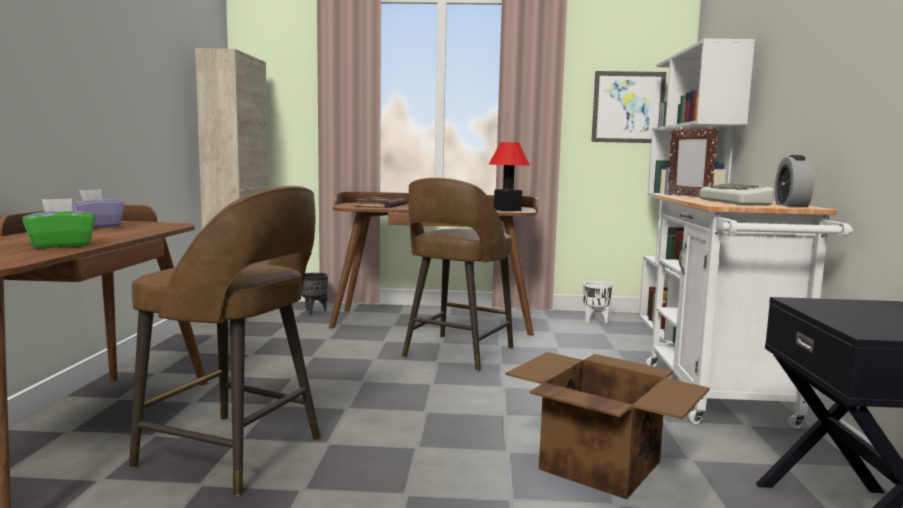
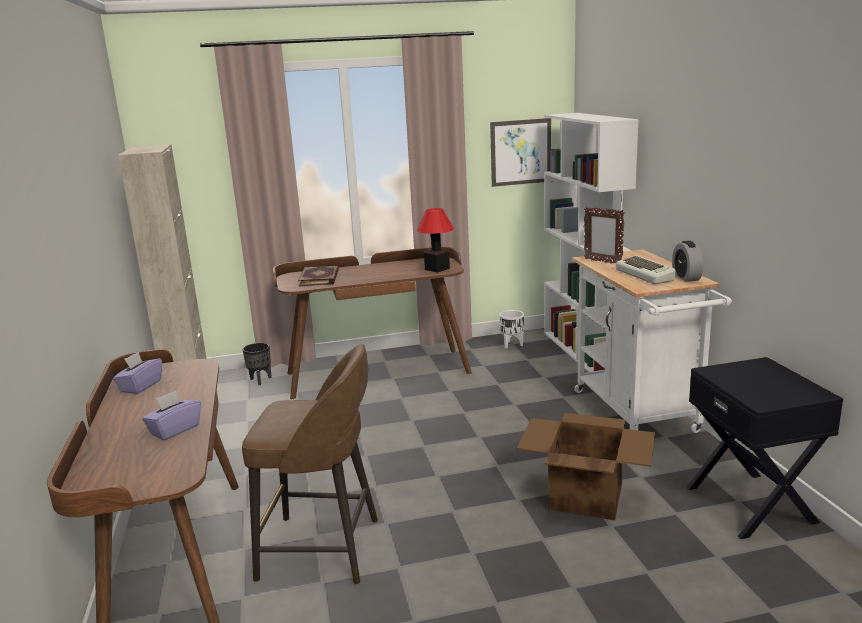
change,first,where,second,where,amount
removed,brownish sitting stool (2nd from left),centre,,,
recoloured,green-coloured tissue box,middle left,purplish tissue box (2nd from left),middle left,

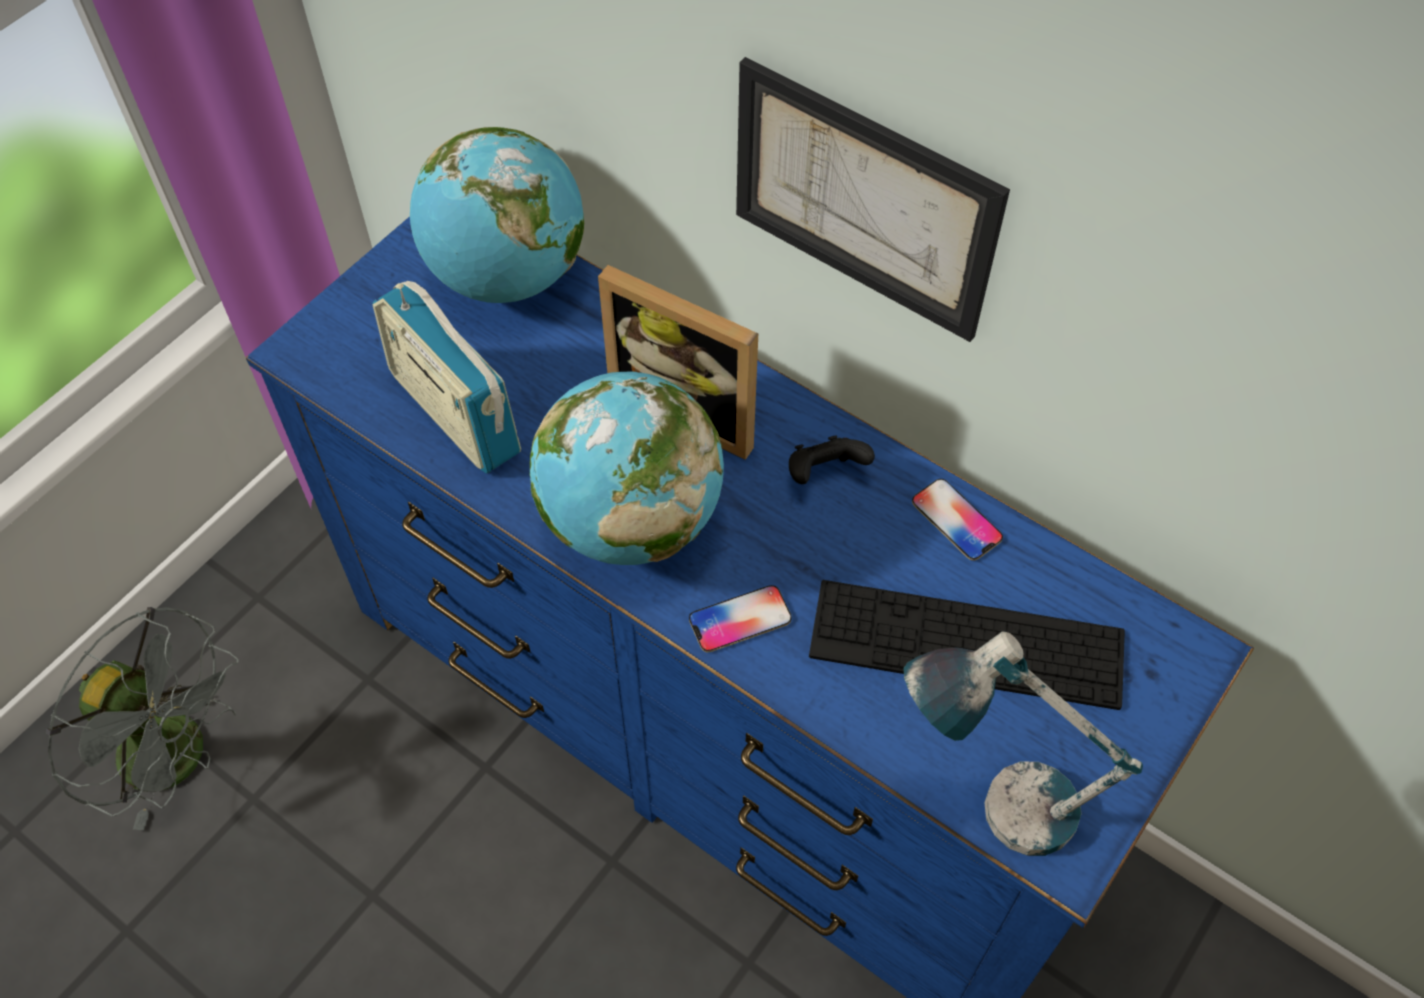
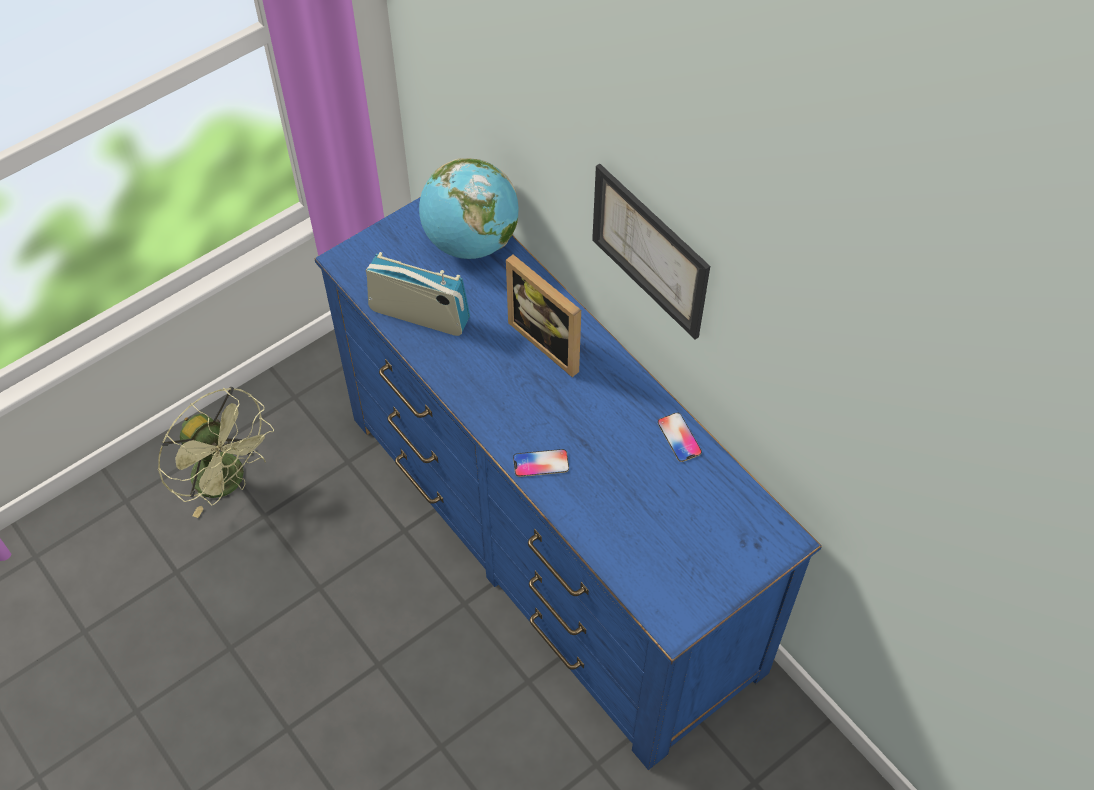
change,first,where,second,where,amount
turned,radio set,middle left,,centre,135 degrees clockwise
removed,world globe (2nd from left),centre,,,
removed,black-coloured gamepad,centre,,,
removed,keyboard,middle right,,,
recoloured,greyish fan,bottom left,green-coloured fan,middle left,
removed,tabletop lamp,bottom right,,,

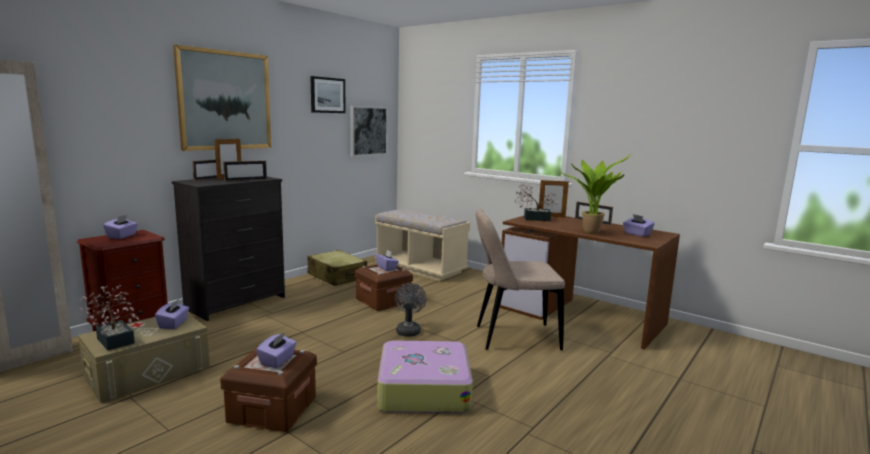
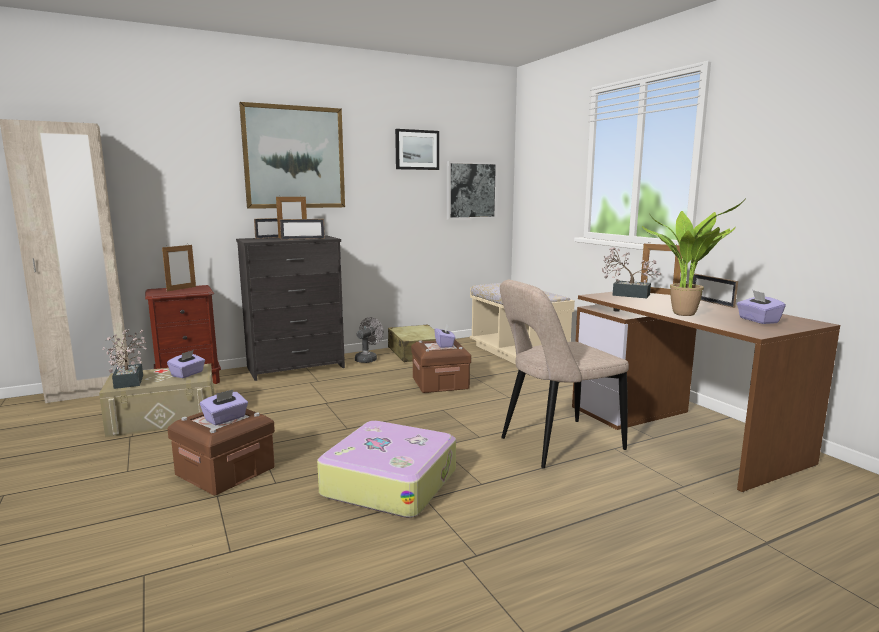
change,first,where,second,where,amount
turned,sand-coloured chair,centre,,centre,45 degrees counterclockwise
replaced,purplish tissue box (1st from left),middle left,picture frame (1st from left),middle left,
moved,greyish fan,bottom centre,,centre,

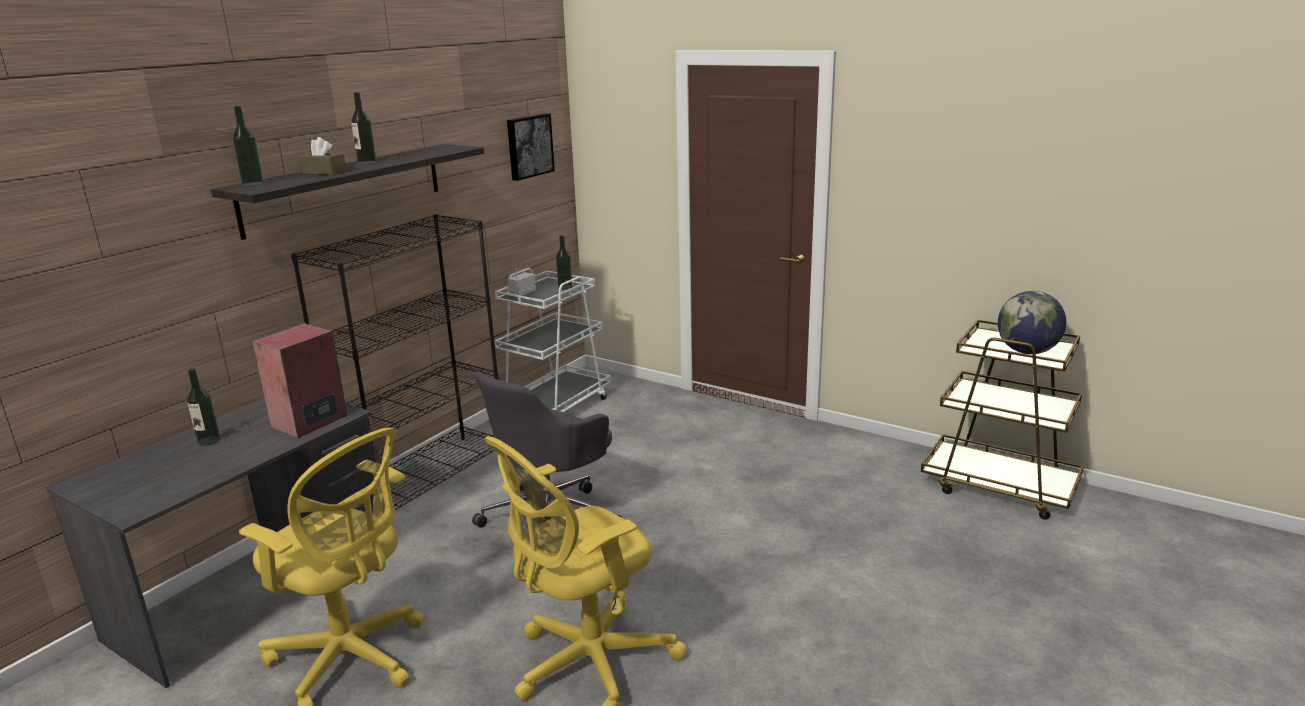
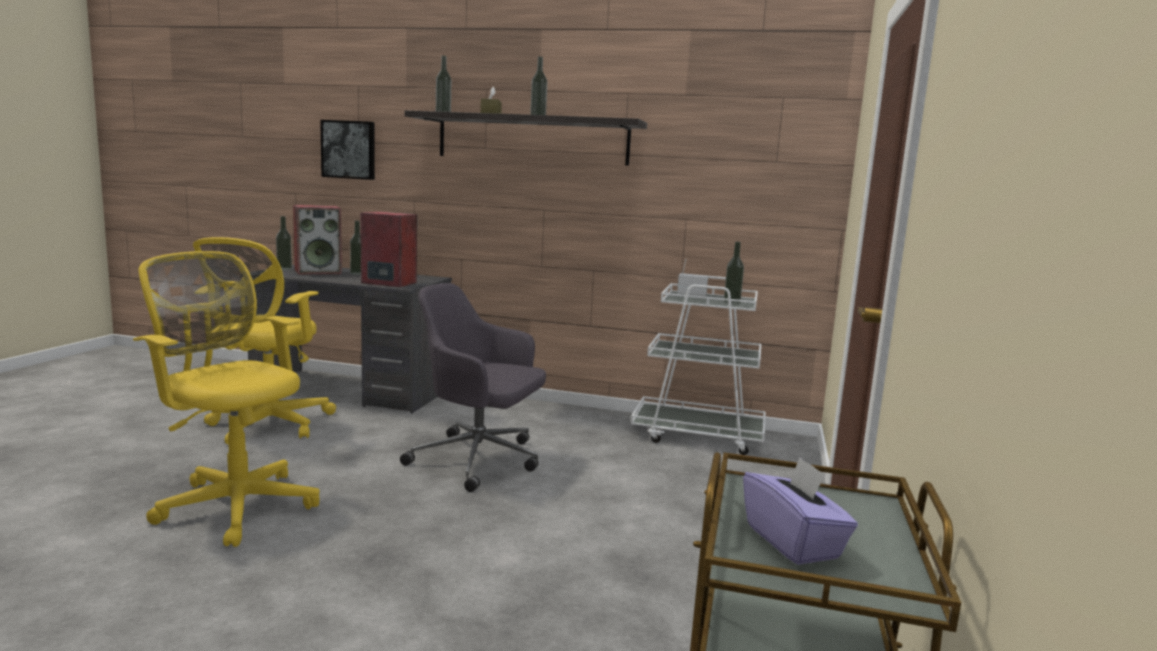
change,first,where,second,where,amount
moved,wall picture,top centre,,top left,
removed,black-coloured bookshelf,middle left,,,
replaced,world globe,middle right,purplish tissue box,bottom right,
added,,,loudspeaker (1st from left),middle left,
added,,,bottle (1st from left),middle left,

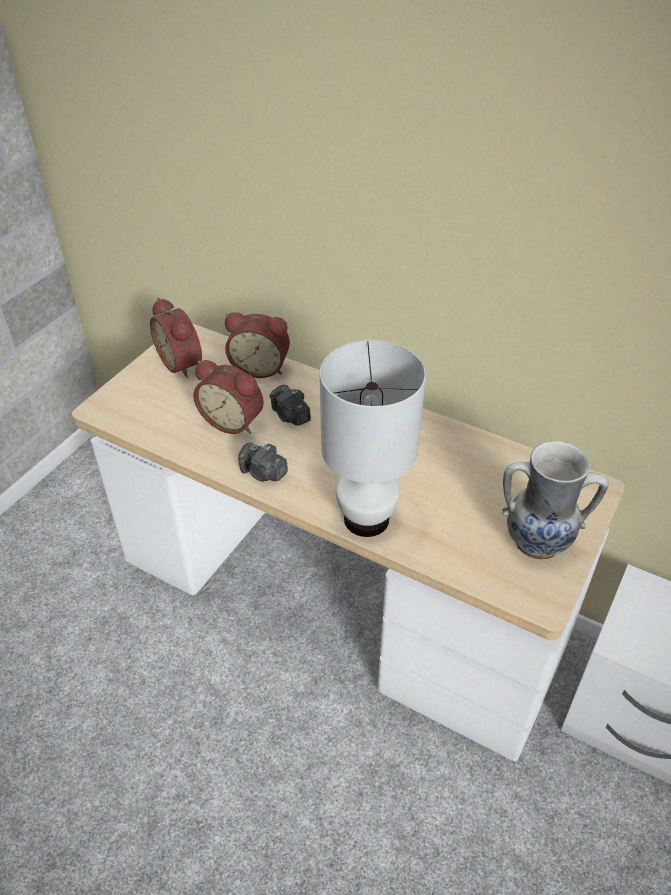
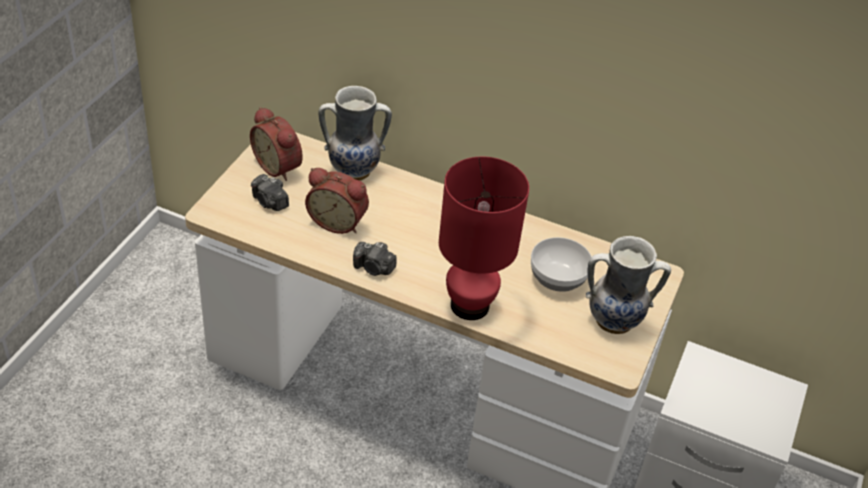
change,first,where,second,where,amount
replaced,table clock (3rd from left),centre,vase (1st from left),top centre,
recoloured,white tabletop lamp,centre,red-coloured tabletop lamp,centre,
moved,photo camera (2nd from left in the first image),centre,photo camera (1st from left),middle left,
added,,,bowl,centre,

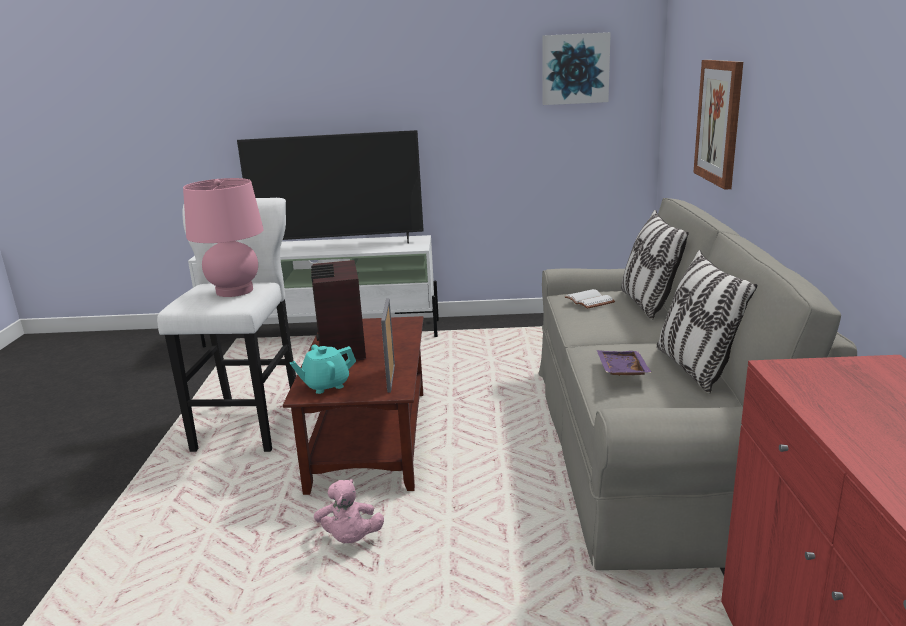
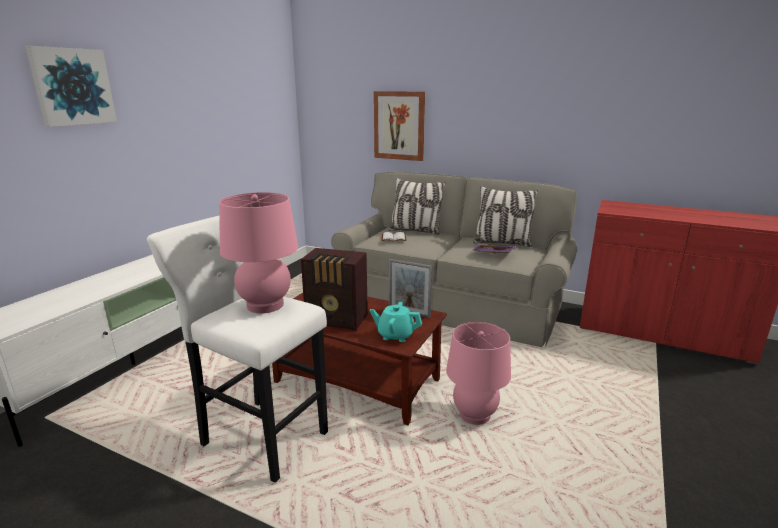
change,first,where,second,where,amount
moved,wall picture (1st from left),top centre,,top left,
removed,television,top centre,,,
turned,blue-green teapot,centre,,centre,105 degrees clockwise
replaced,pinkish cuddly toy,bottom centre,pinkish tabletop lamp (2nd from left),bottom centre,

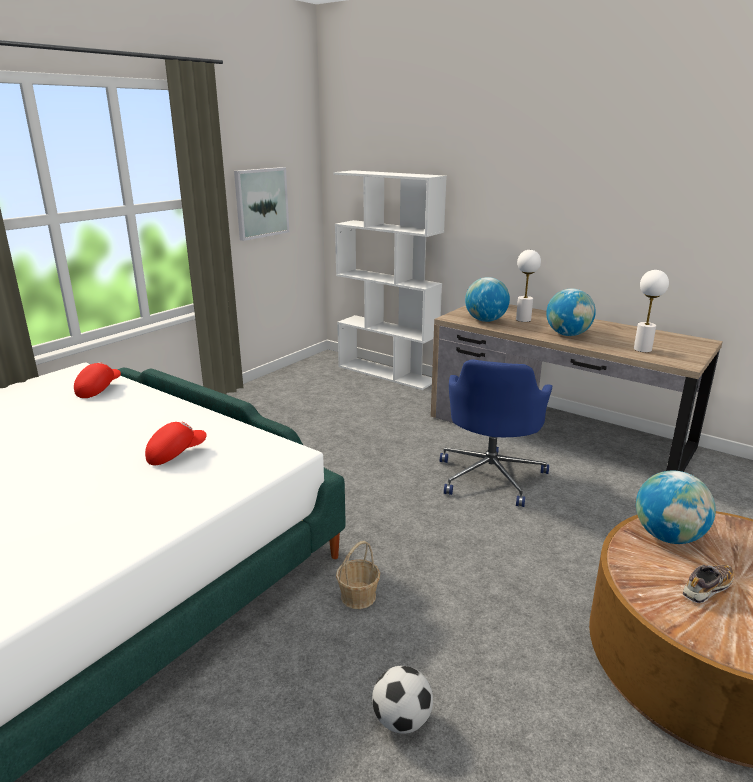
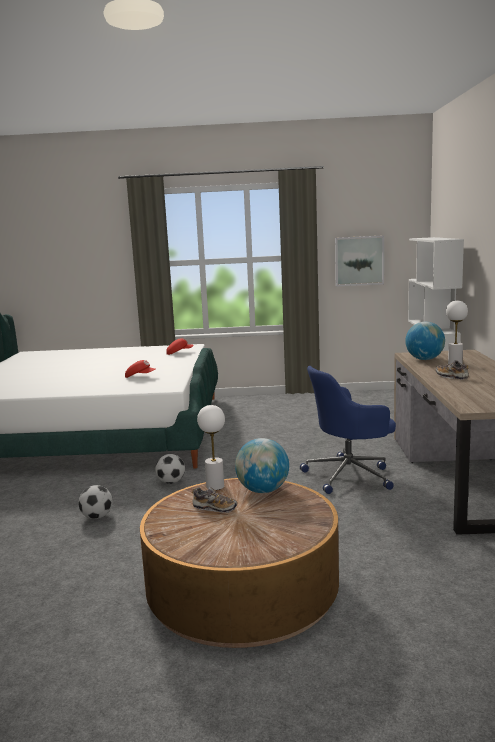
change,first,where,second,where,amount
moved,white tabletop lamp (2nd from left in the first image),middle right,white tabletop lamp (1st from left),centre,
replaced,world globe (2nd from left),middle right,shoe (2nd from left),middle right,
replaced,basket,bottom centre,football ball (2nd from left),centre,

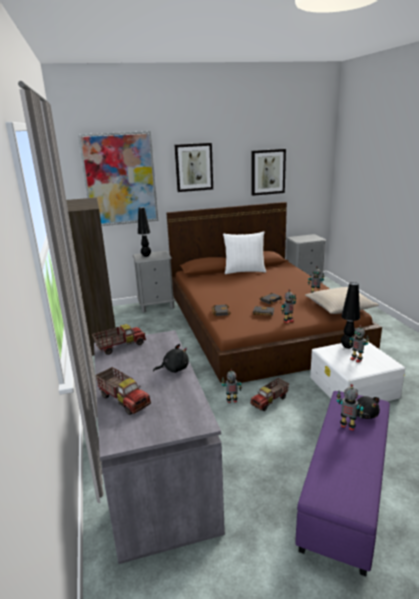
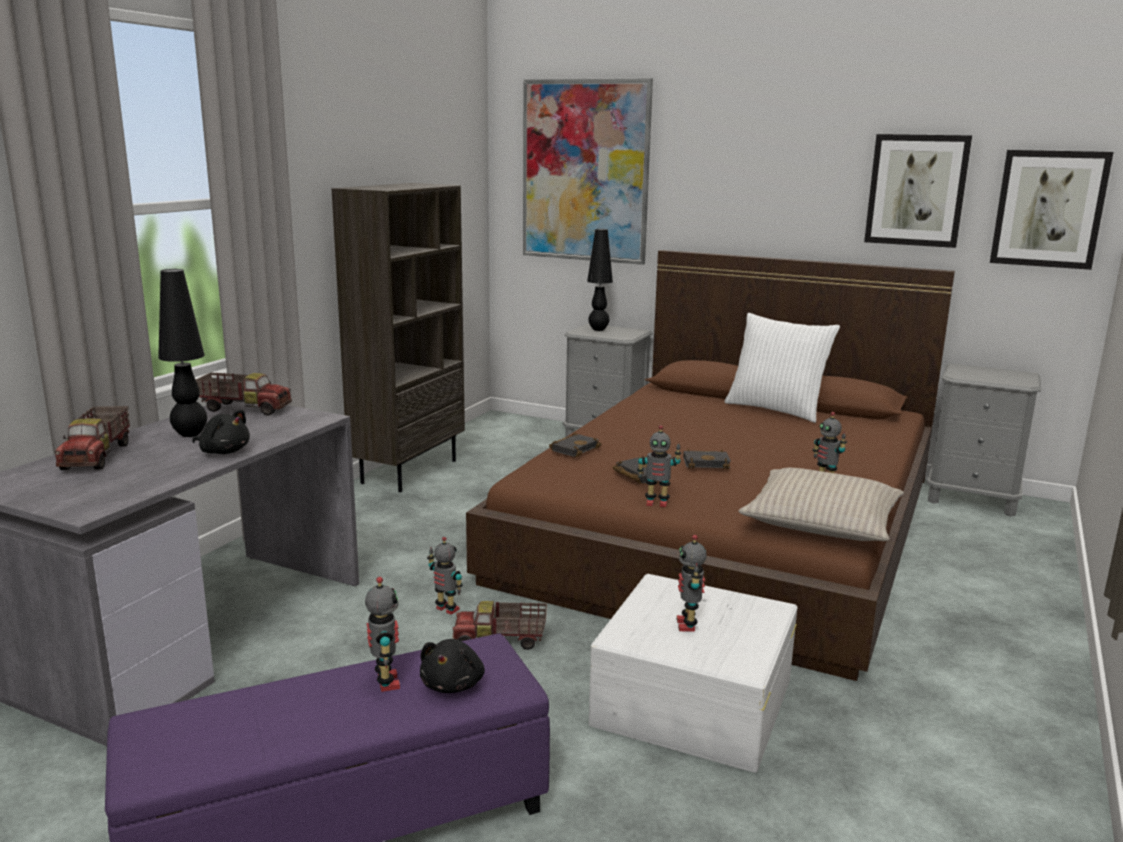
change,first,where,second,where,amount
moved,wall picture (2nd from left in the first image),top centre,wall picture (3rd from left),top right,
moved,black-coloured tabletop lamp (2nd from left in the first image),middle right,black-coloured tabletop lamp (1st from left),middle left,

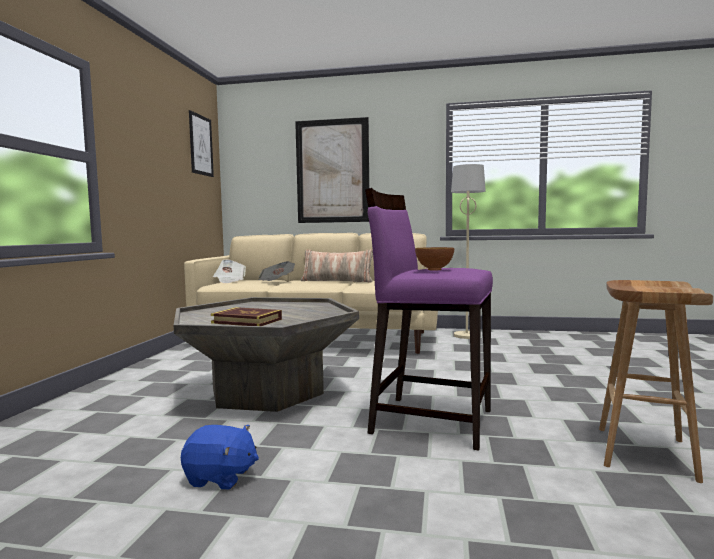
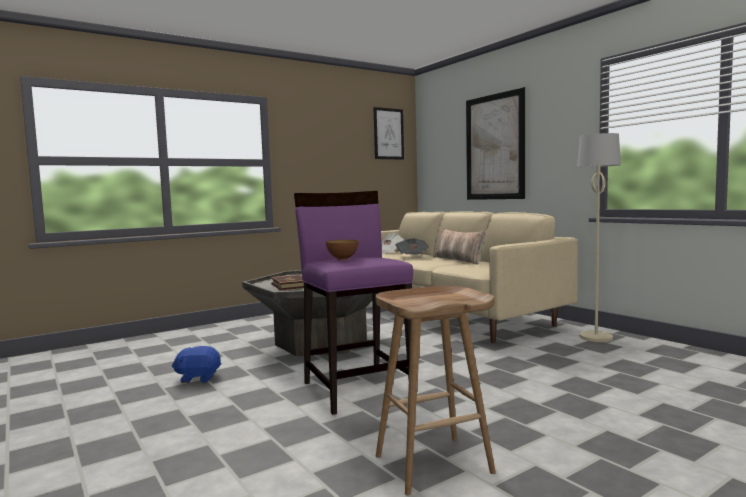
change,first,where,second,where,amount
turned,bluish cuddly toy,bottom left,,bottom left,120 degrees clockwise

